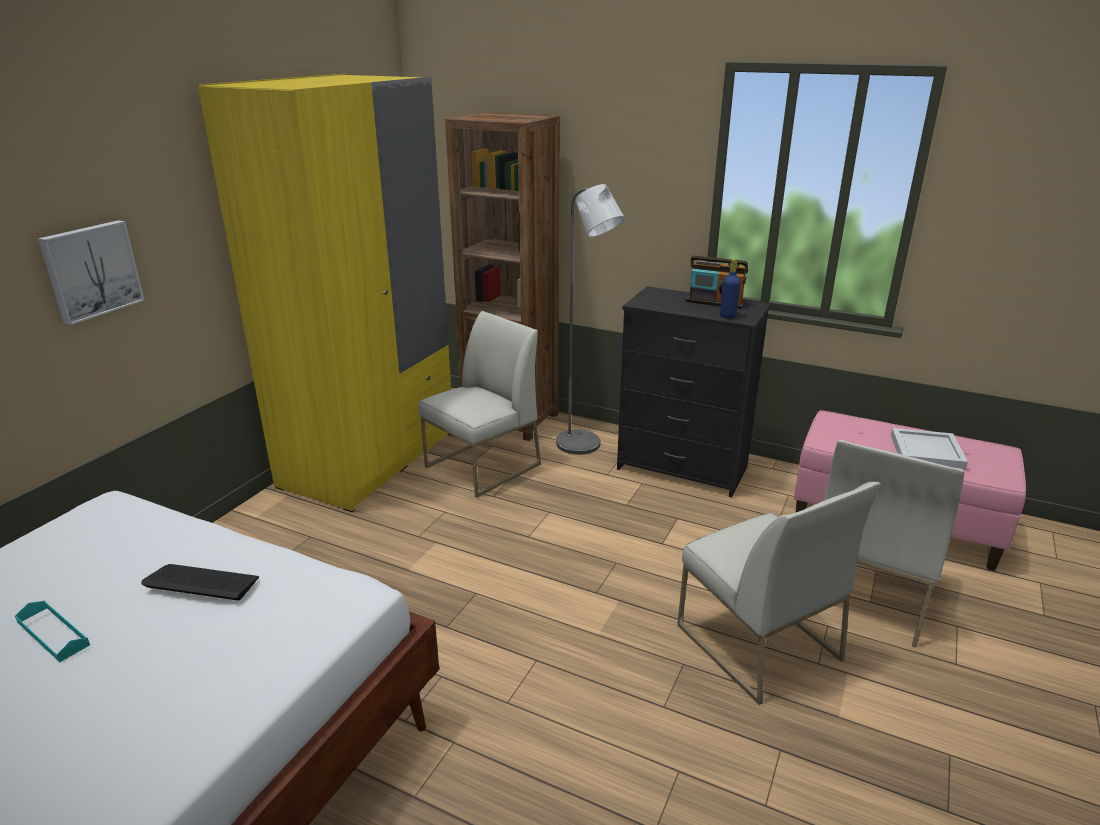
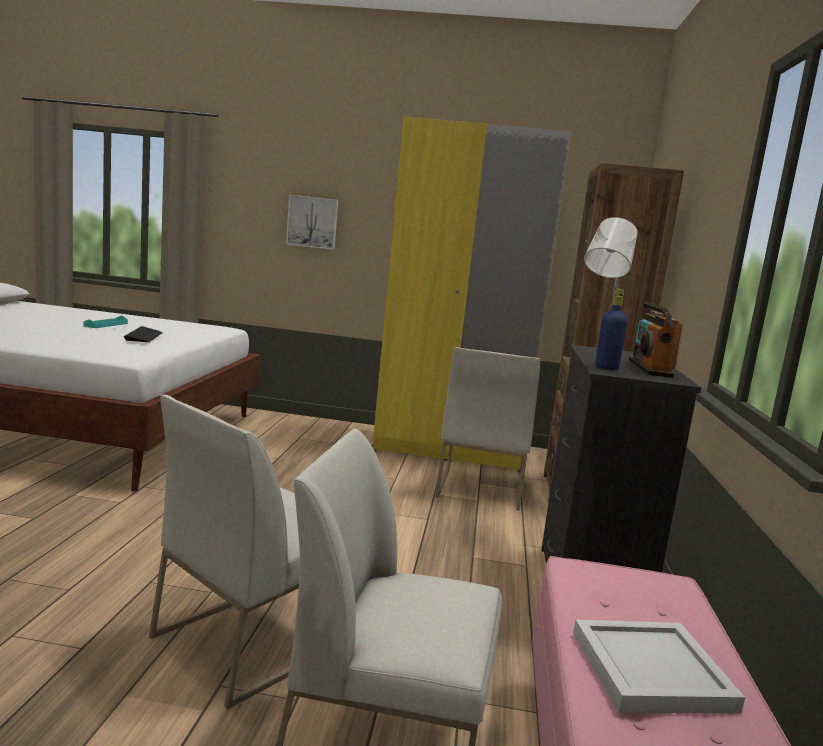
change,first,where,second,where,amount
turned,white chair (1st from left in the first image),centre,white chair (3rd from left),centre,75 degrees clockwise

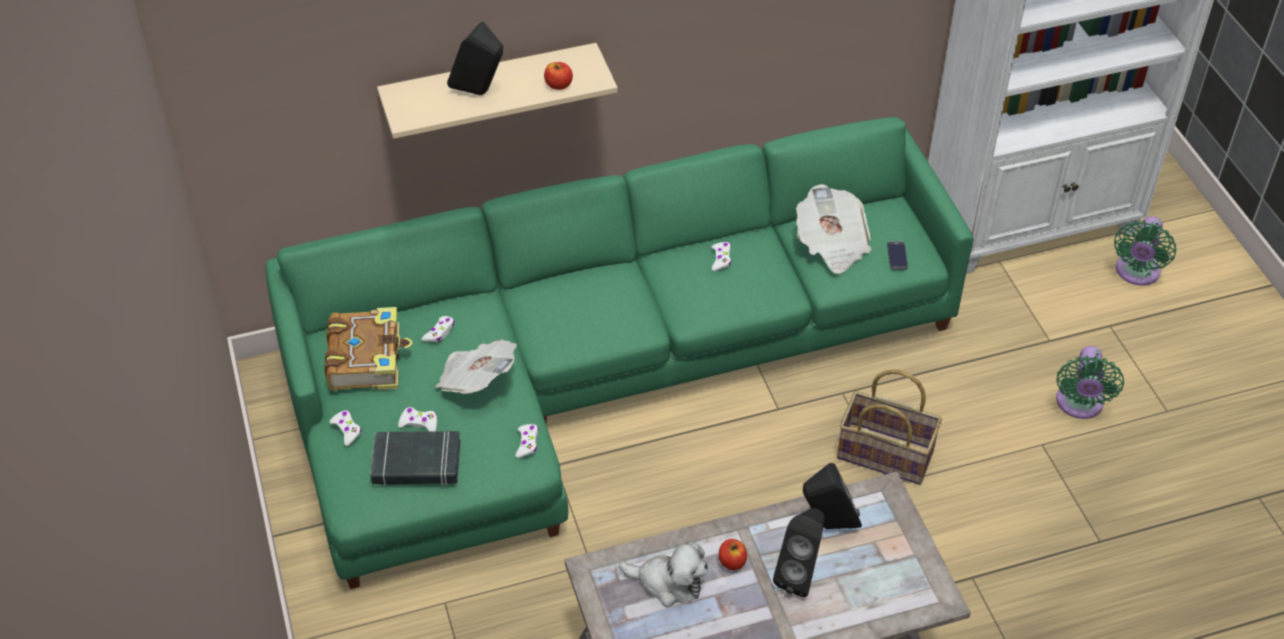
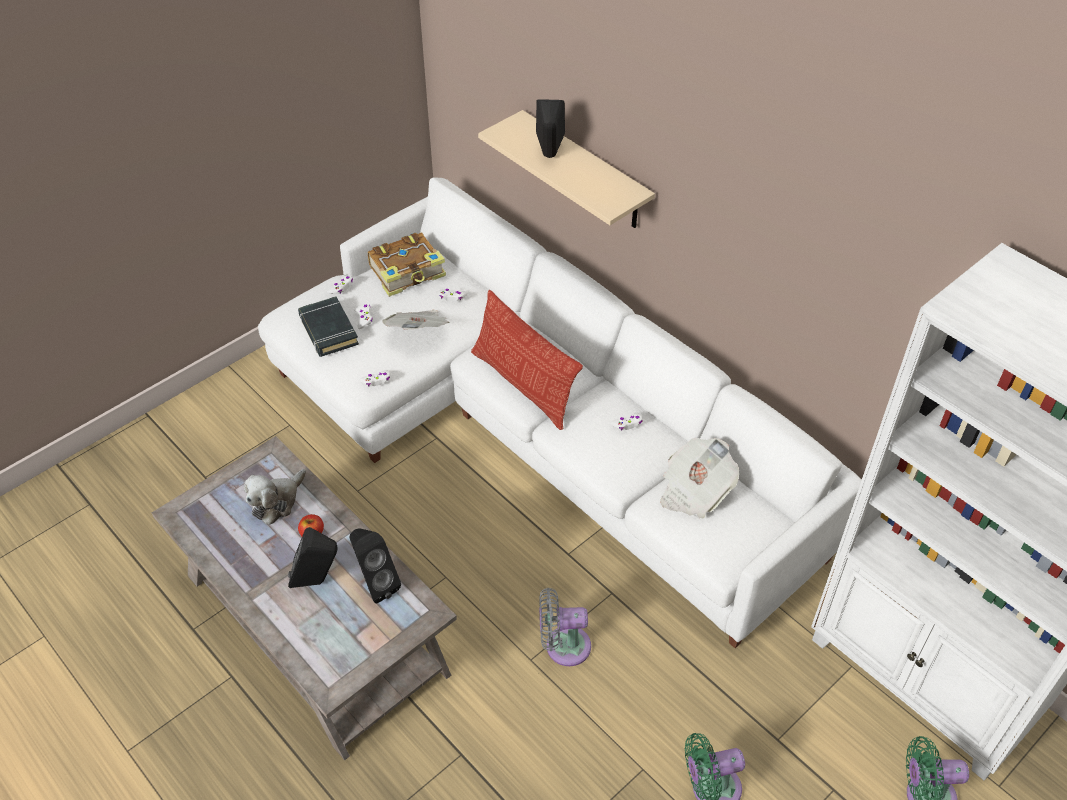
change,first,where,second,where,amount
removed,apple (1st from left),top centre,,,
recoloured,green-coloured couch,centre,white couch,centre,
removed,phone,middle right,,,
replaced,basket,bottom right,greyish fan,bottom centre,
turned,cuddly toy,bottom centre,,middle left,45 degrees clockwise
added,,,pillow,centre,

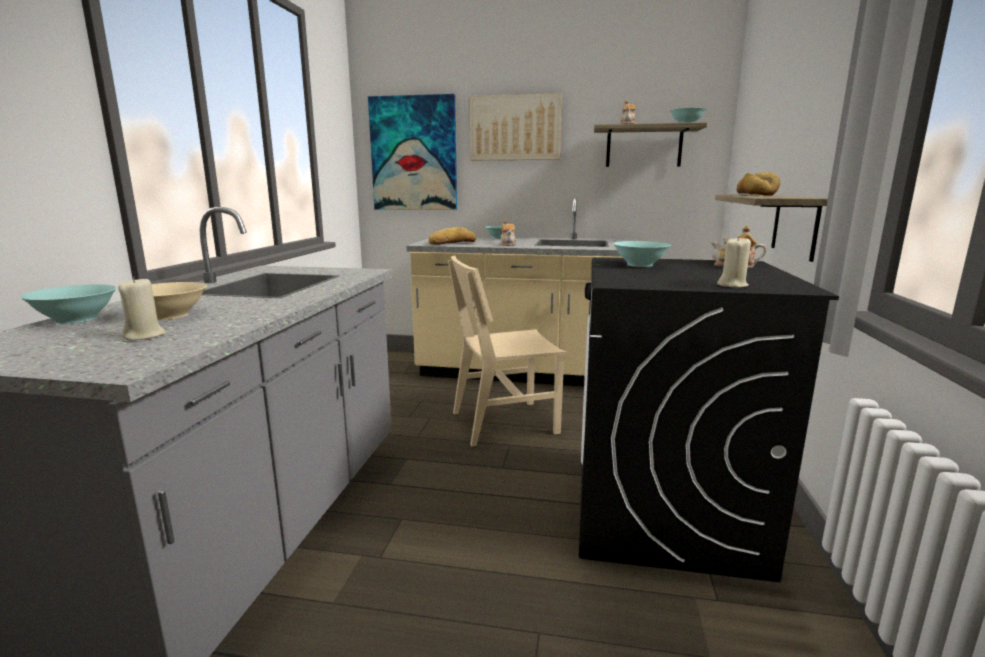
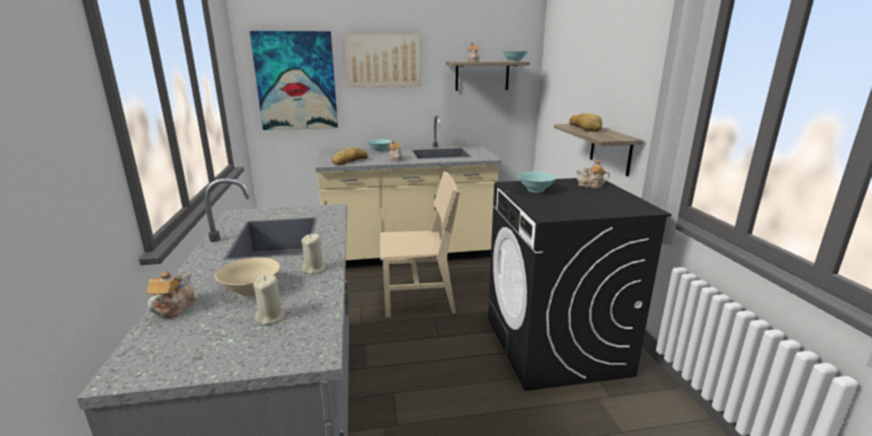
change,first,where,second,where,amount
moved,sand-coloured wax candle (2nd from left),middle right,,centre,
turned,sand-coloured chair,centre,,centre,150 degrees counterclockwise
replaced,blue-green bowl (1st from left),middle left,teapot (1st from left),bottom left,

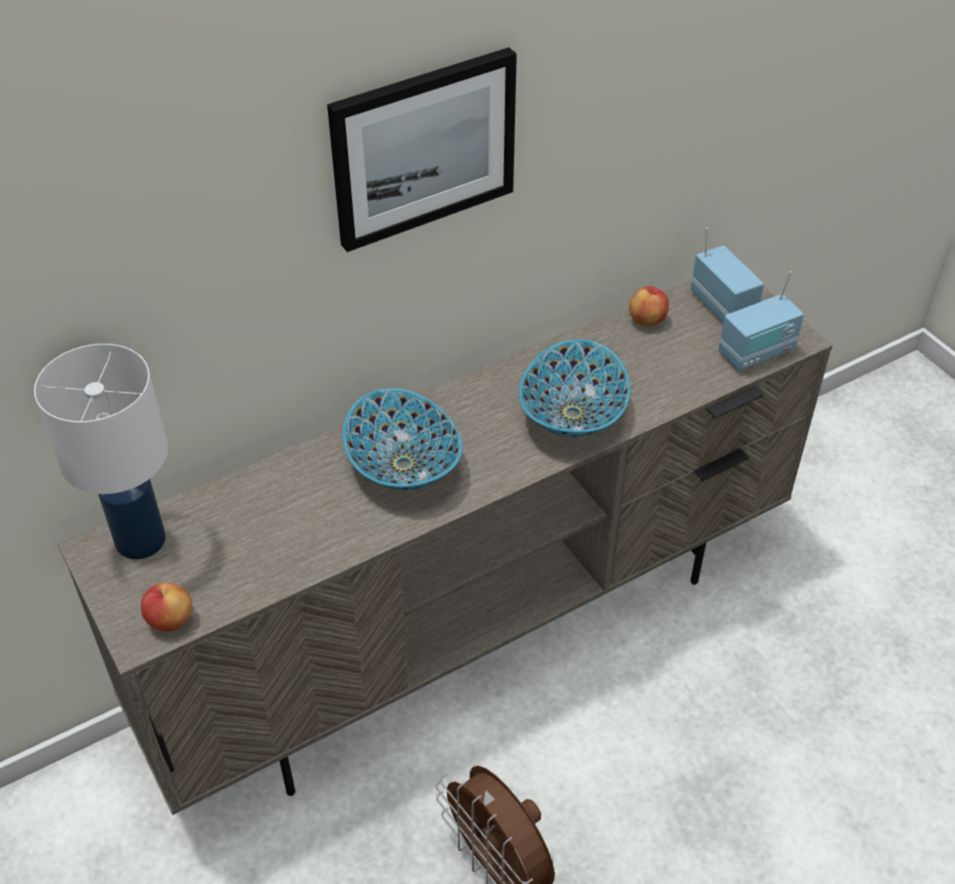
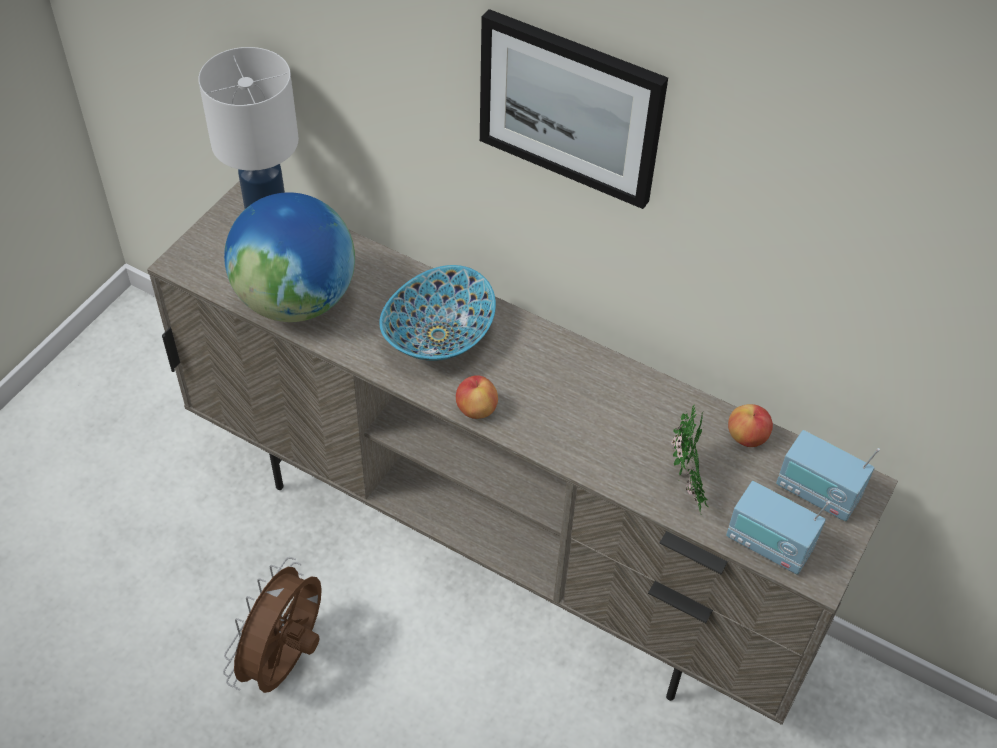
change,first,where,second,where,amount
turned,radio set (1st from left in the first image),top right,radio set (2nd from left),middle right,90 degrees clockwise
removed,bowl (2nd from left),centre,,,
moved,apple (1st from left),bottom left,,centre,
added,,,world globe,middle left,
added,,,houseplant,middle right,

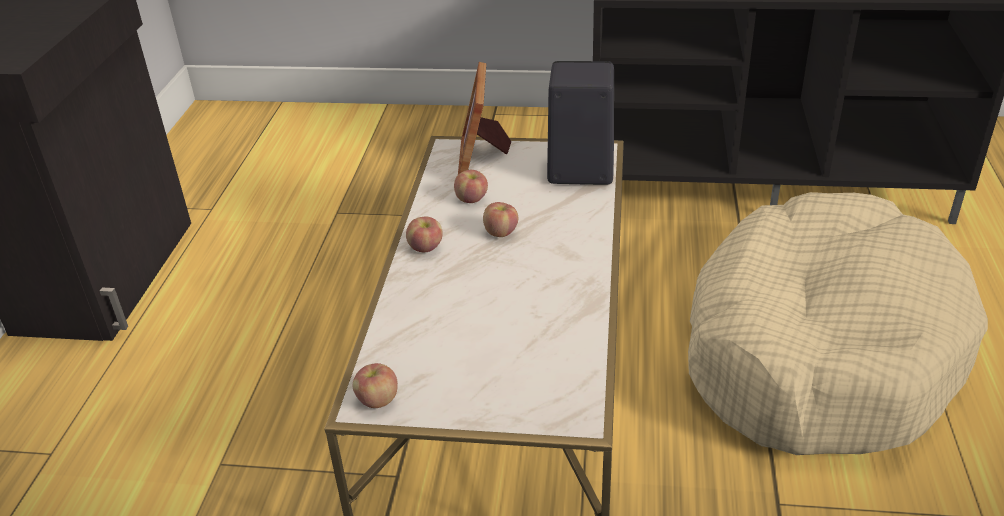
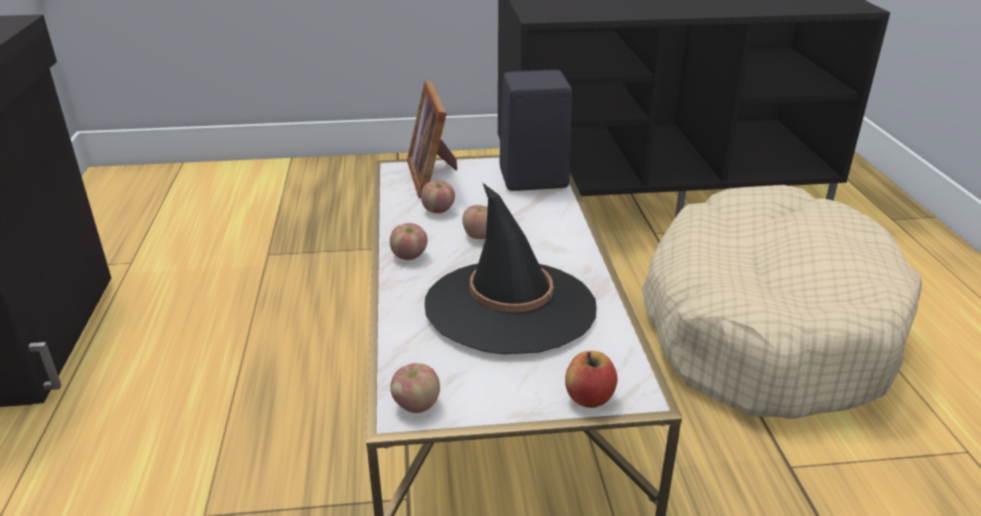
change,first,where,second,where,amount
added,,,black-coloured clothing hat,centre,
added,,,apple (5th from left),bottom centre,

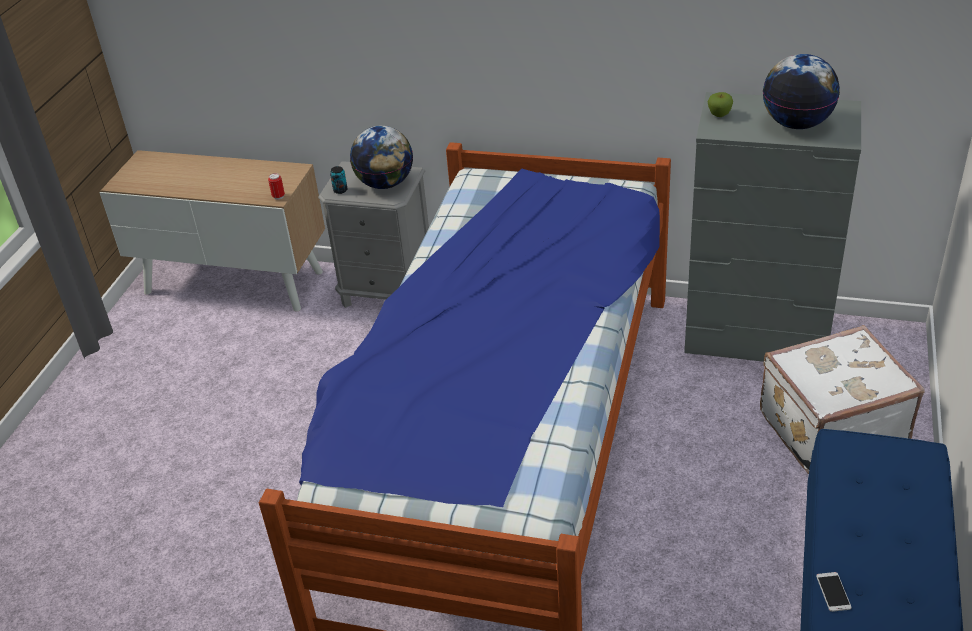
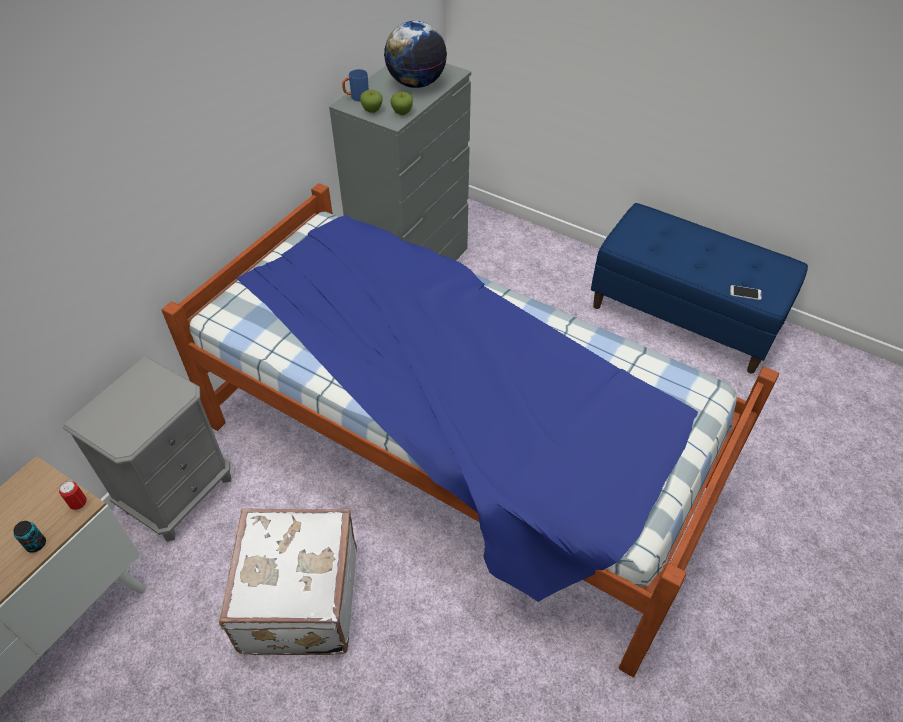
change,first,where,second,where,amount
removed,world globe (1st from left),top centre,,,
moved,can (2nd from left in the first image),top centre,can (1st from left),bottom left,
moved,white piece of luggage,middle right,,bottom left,
added,,,bluish mug,top centre,
added,,,apple (2nd from left),top centre,

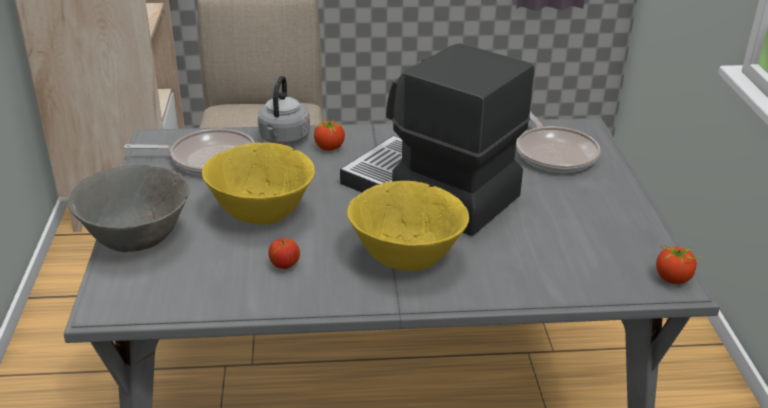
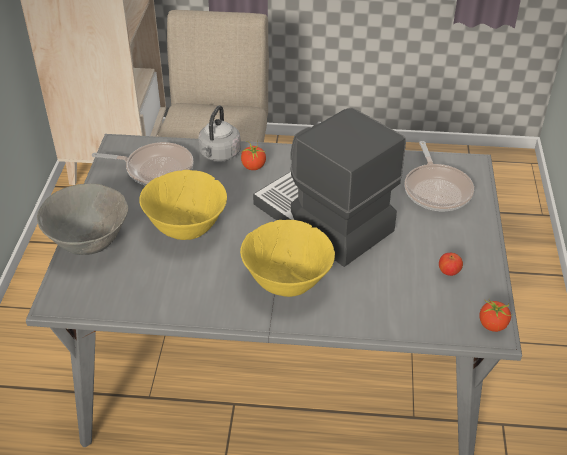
change,first,where,second,where,amount
moved,apple,centre,,middle right,

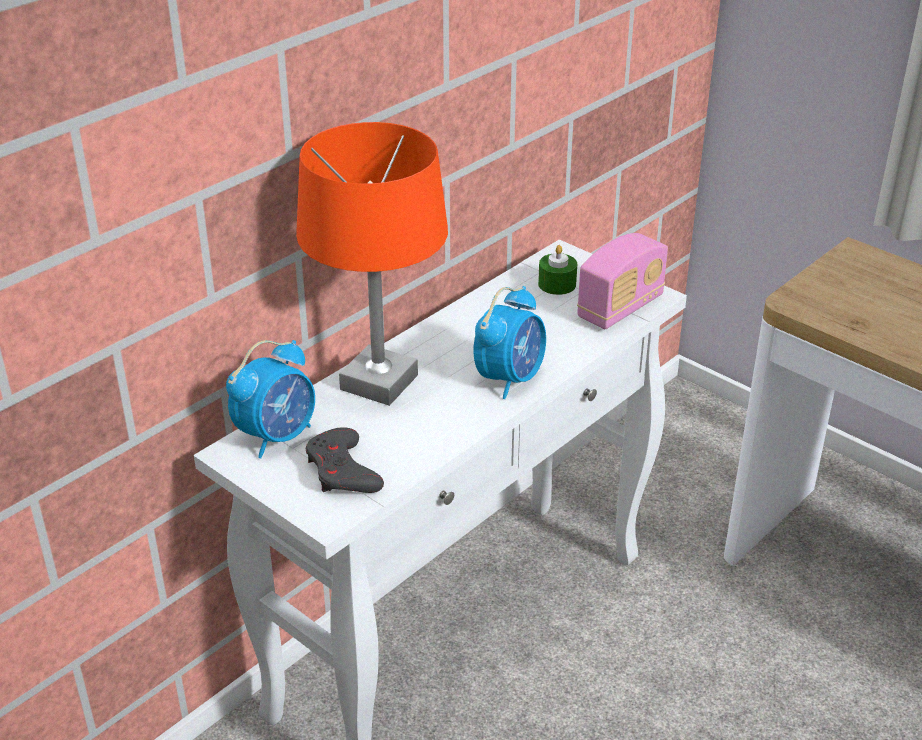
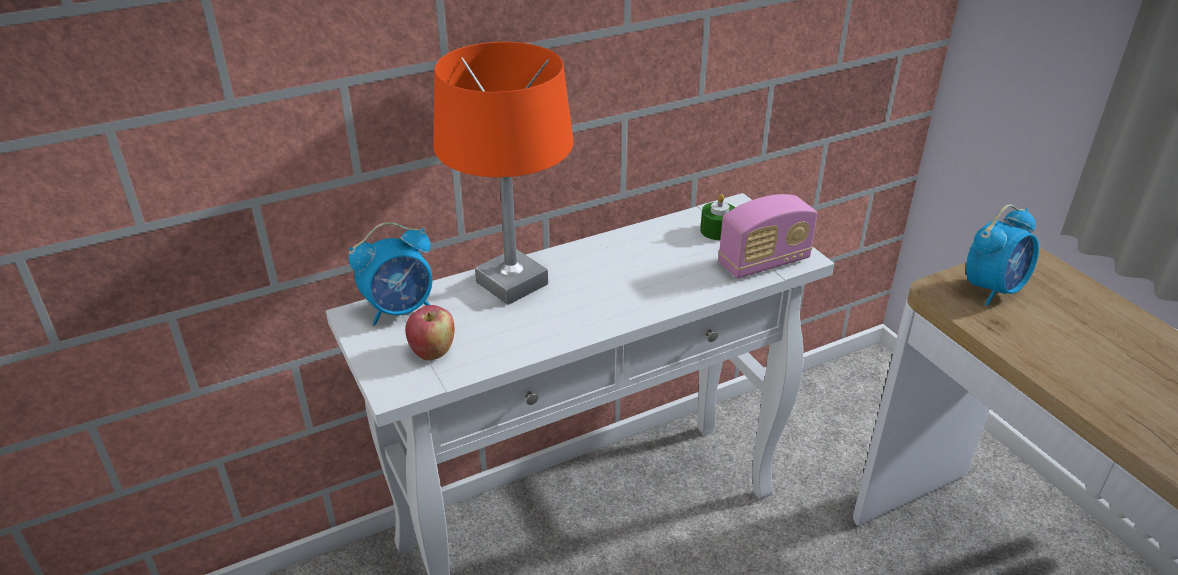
change,first,where,second,where,amount
moved,table clock (2nd from left),centre,,middle right,
replaced,greyish gamepad,centre,apple,centre,

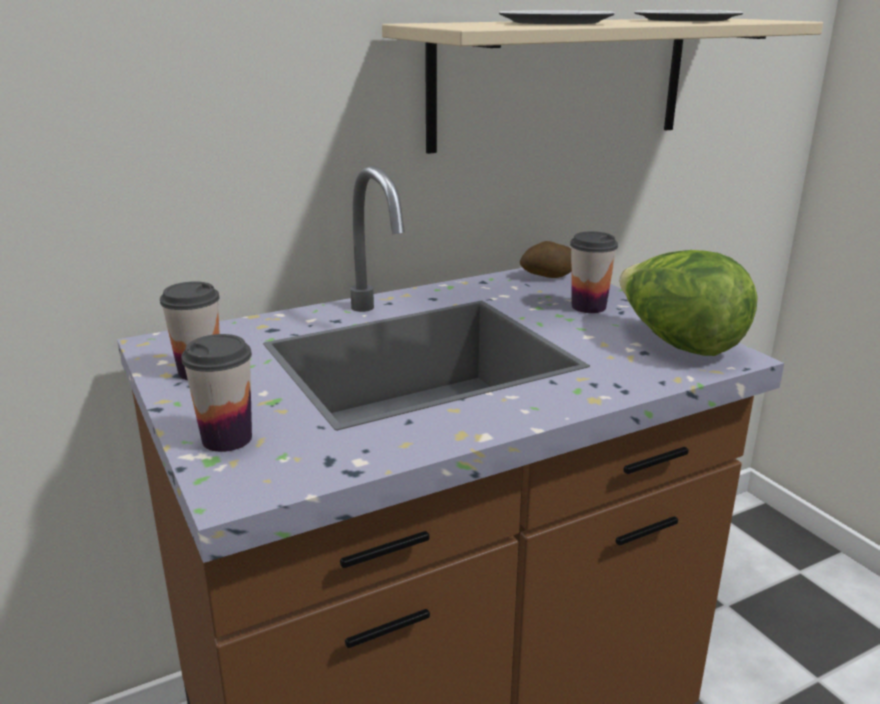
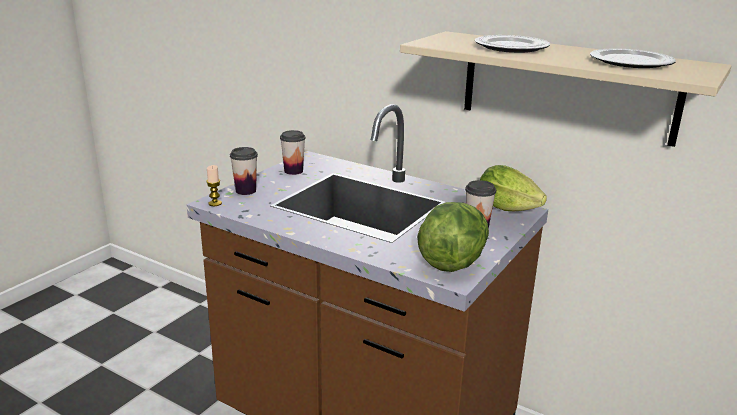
change,first,where,second,where,amount
replaced,potato,centre,lettuce (2nd from left),middle right,
added,,,wax candle,middle left,

